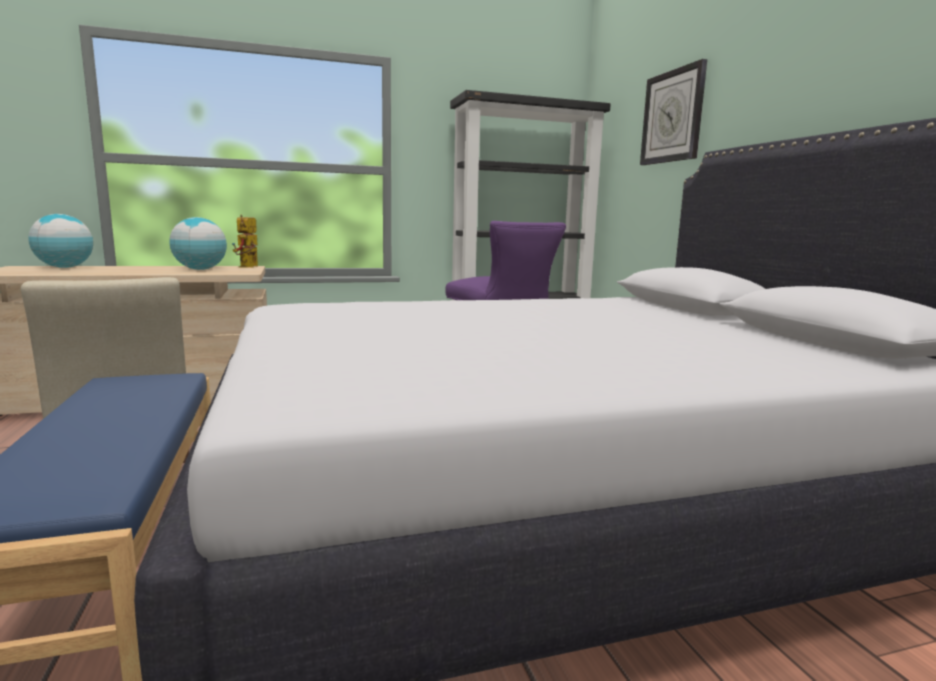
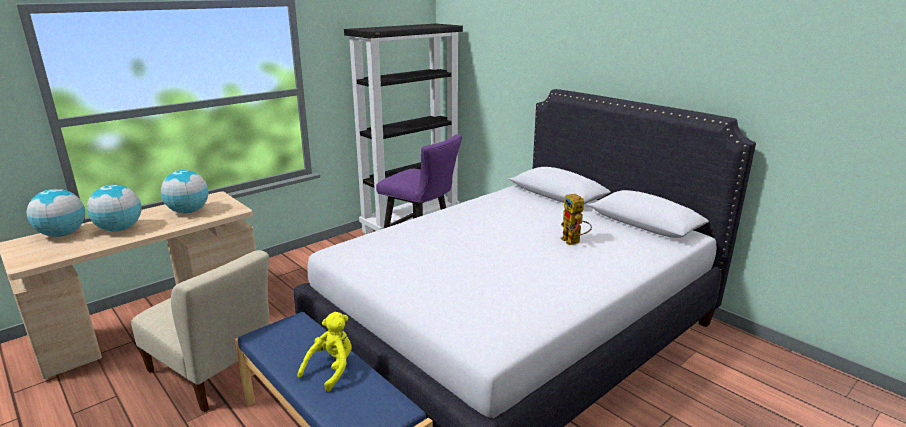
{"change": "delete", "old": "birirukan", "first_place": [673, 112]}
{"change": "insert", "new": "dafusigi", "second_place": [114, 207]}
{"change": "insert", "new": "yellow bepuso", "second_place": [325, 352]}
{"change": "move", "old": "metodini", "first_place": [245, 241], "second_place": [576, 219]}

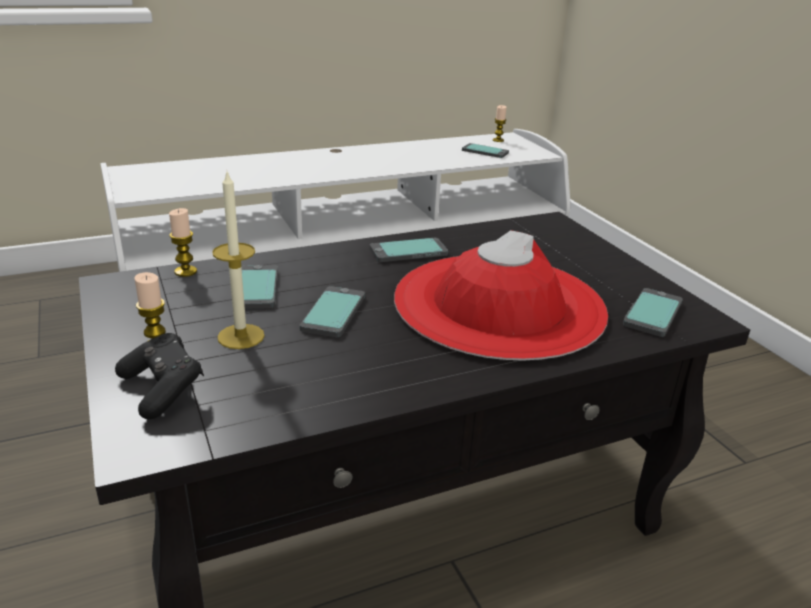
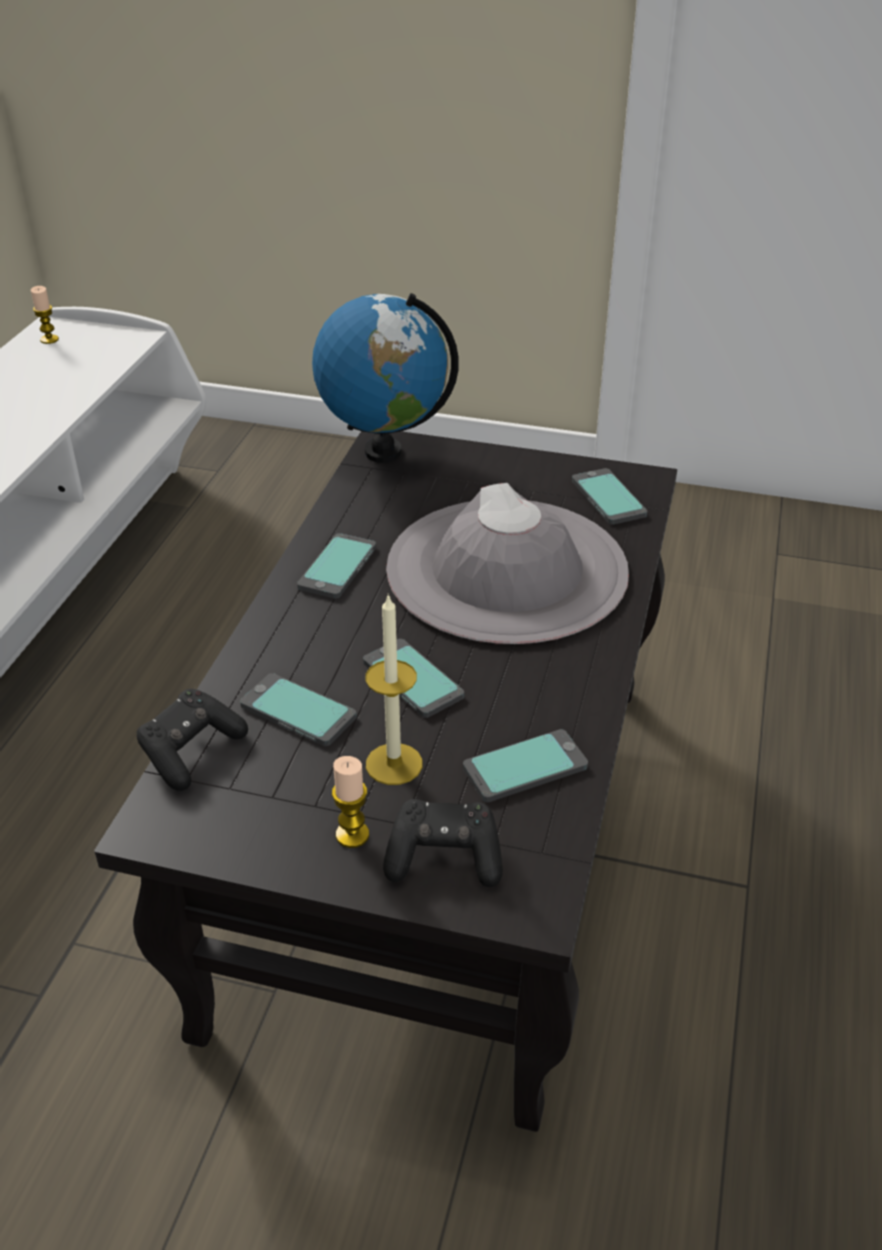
{"change": "insert", "new": "dafusigi", "second_place": [385, 378]}
{"change": "move", "old": "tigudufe", "first_place": [485, 150], "second_place": [525, 765]}
{"change": "replace", "old": "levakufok", "new": "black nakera", "first_place": [183, 242], "second_place": [192, 740]}
{"change": "recolor", "old": "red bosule", "new": "grey bosule", "first_place": [501, 295], "second_place": [507, 563]}

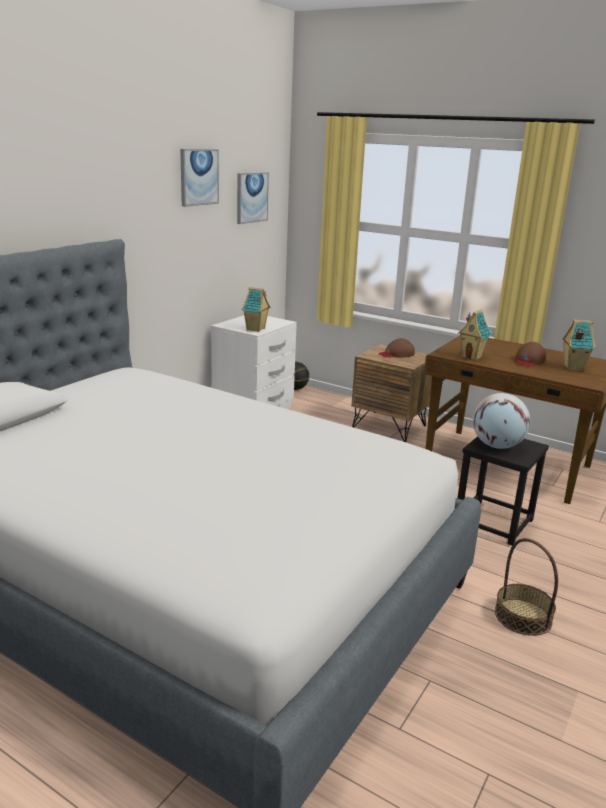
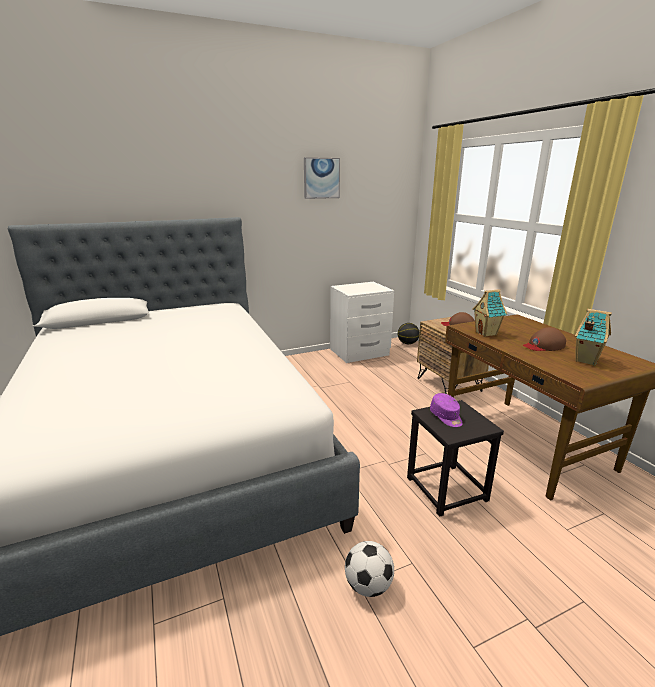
{"change": "delete", "old": "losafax", "first_place": [253, 198]}
{"change": "delete", "old": "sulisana", "first_place": [256, 309]}
{"change": "replace", "old": "dafusigi", "new": "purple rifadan", "first_place": [501, 421], "second_place": [446, 410]}
{"change": "replace", "old": "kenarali", "new": "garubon", "first_place": [526, 587], "second_place": [369, 569]}

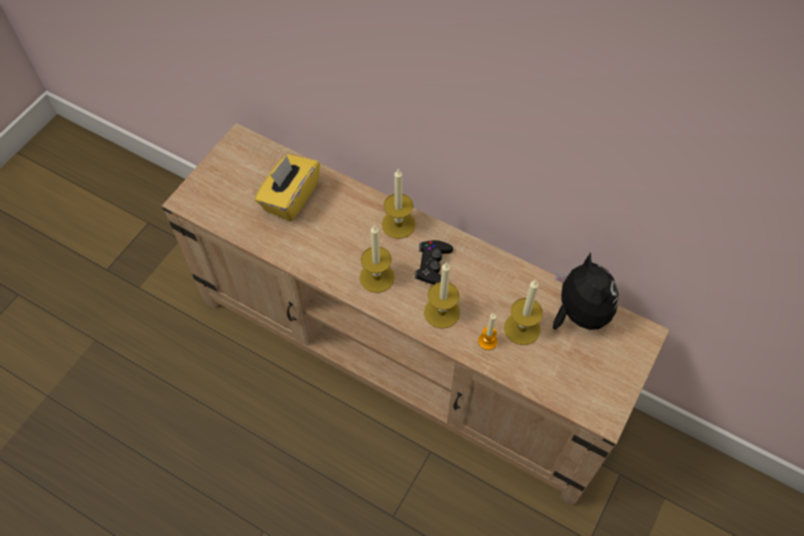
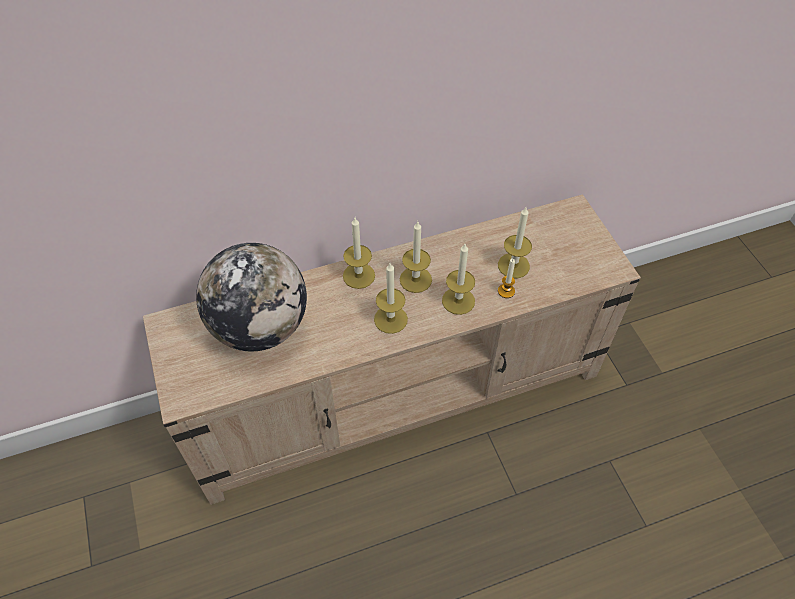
{"change": "delete", "old": "bepuso", "first_place": [585, 291]}
{"change": "replace", "old": "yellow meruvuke", "new": "dafusigi", "first_place": [287, 188], "second_place": [251, 297]}
{"change": "replace", "old": "black nakera", "new": "levakufok", "first_place": [434, 262], "second_place": [416, 257]}

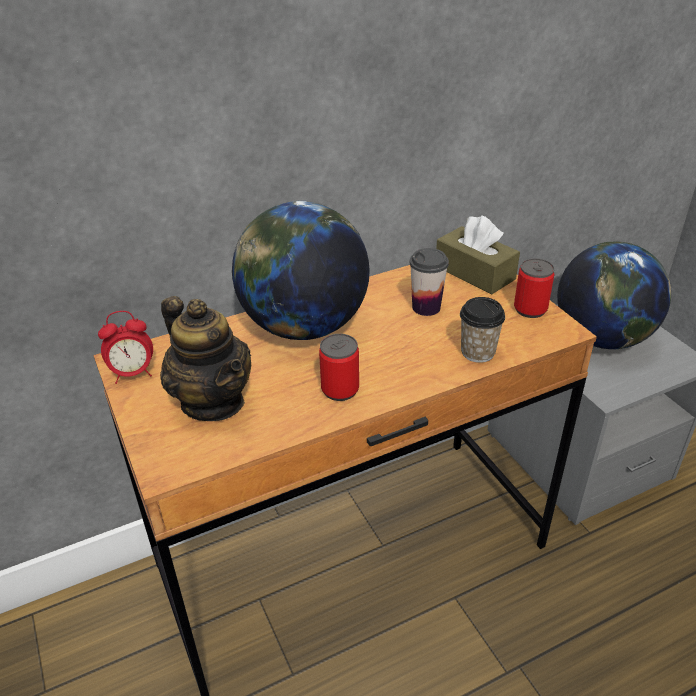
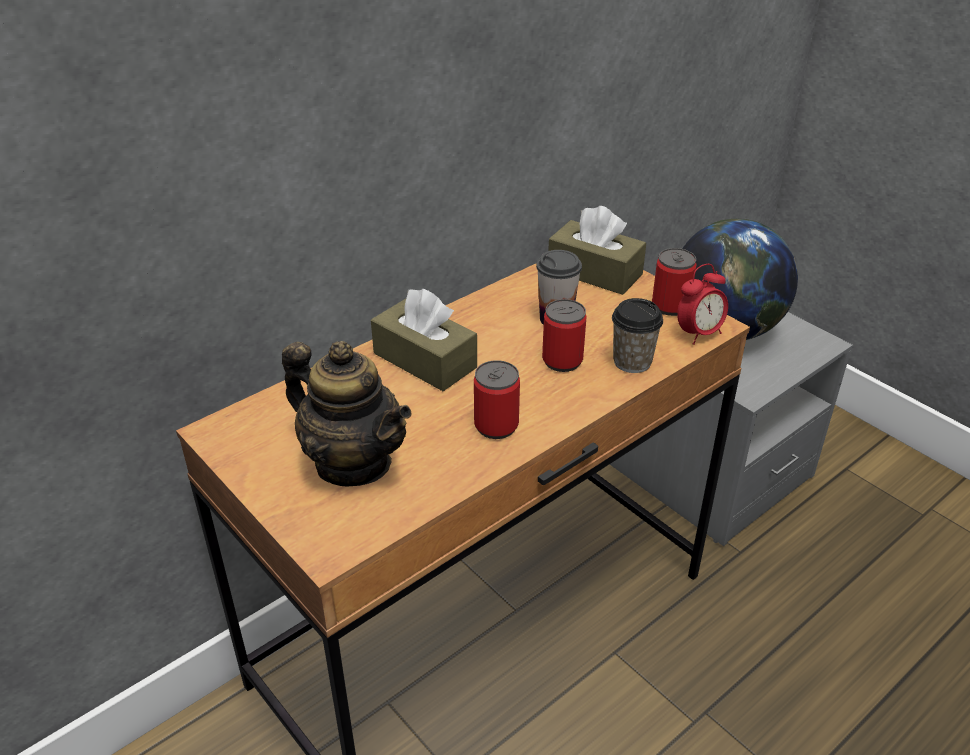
{"change": "insert", "new": "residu", "second_place": [564, 335]}
{"change": "move", "old": "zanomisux", "first_place": [125, 347], "second_place": [702, 304]}
{"change": "replace", "old": "dafusigi", "new": "brown meruvuke", "first_place": [301, 270], "second_place": [424, 340]}

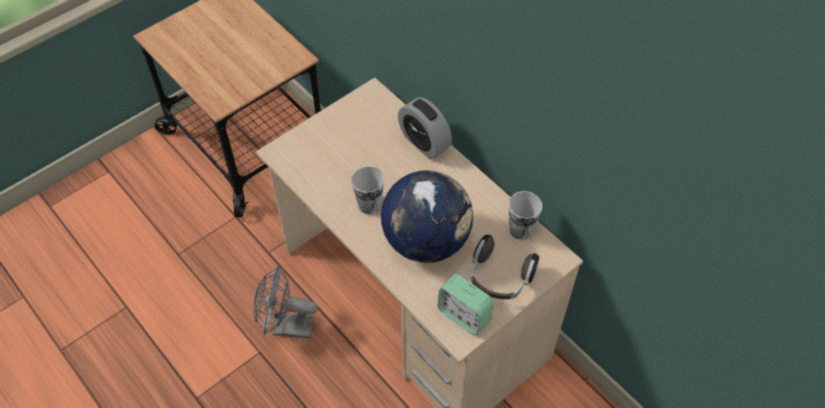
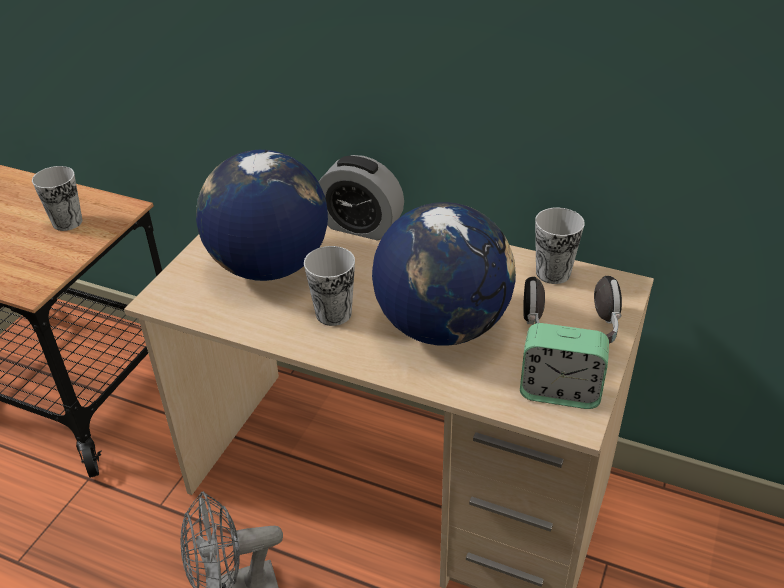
{"change": "insert", "new": "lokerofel", "second_place": [57, 198]}
{"change": "insert", "new": "dafusigi", "second_place": [262, 215]}

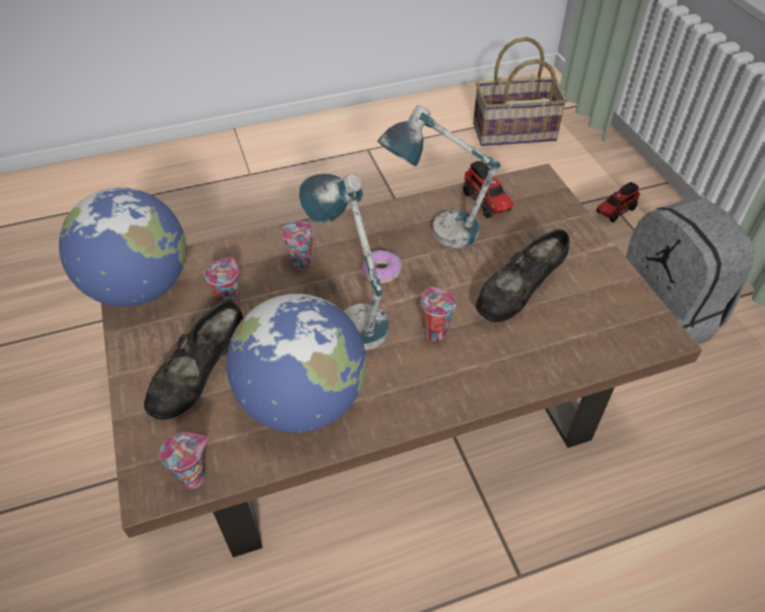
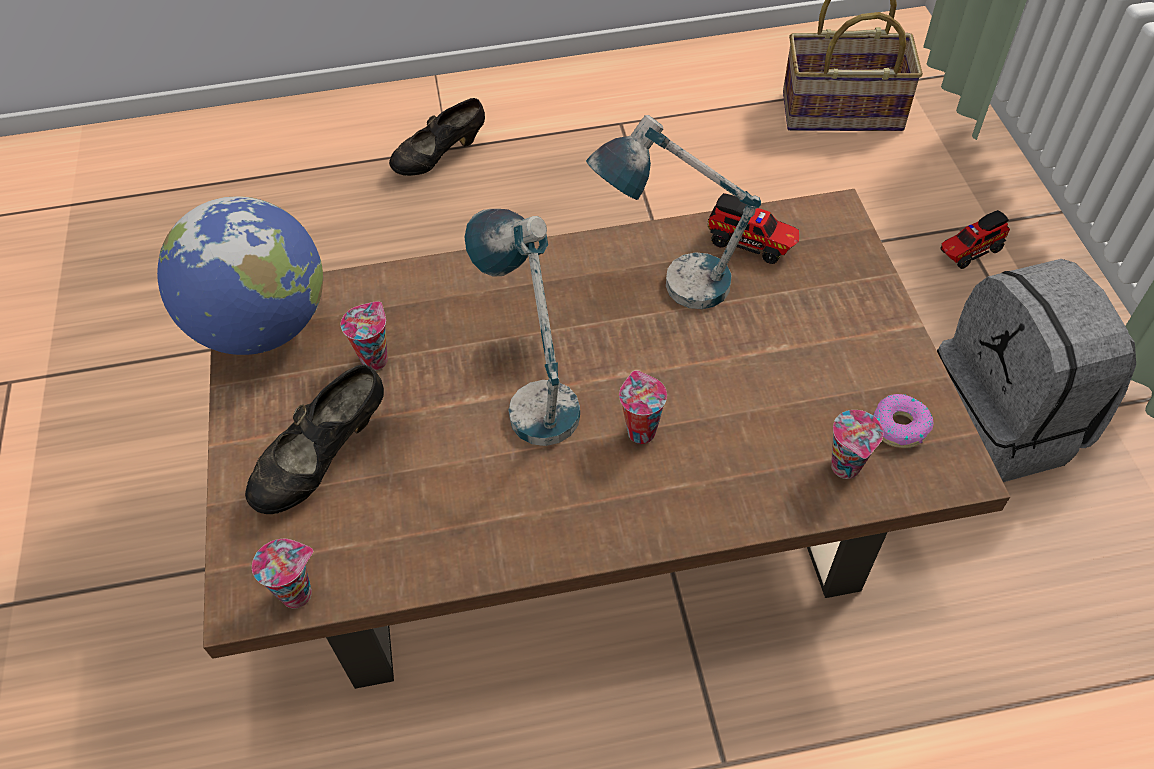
{"change": "delete", "old": "dafusigi", "first_place": [297, 363]}
{"change": "move", "old": "lokerofel", "first_place": [298, 245], "second_place": [857, 444]}
{"change": "move", "old": "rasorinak", "first_place": [382, 266], "second_place": [903, 421]}
{"change": "move", "old": "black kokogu", "first_place": [523, 276], "second_place": [437, 137]}
{"change": "rotate", "old": "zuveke", "first_place": [488, 189], "second_place": [753, 228], "degrees": -45}

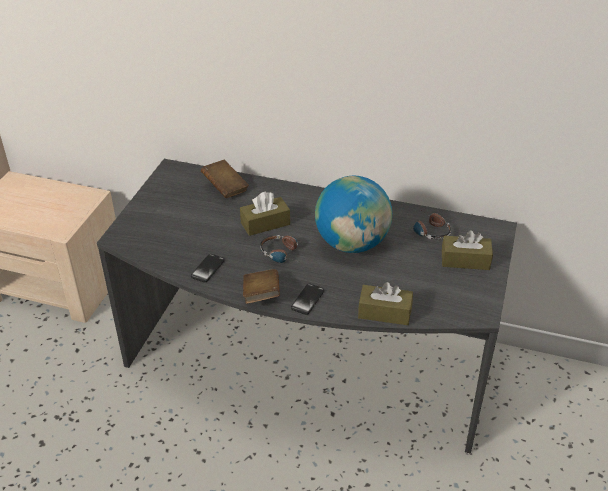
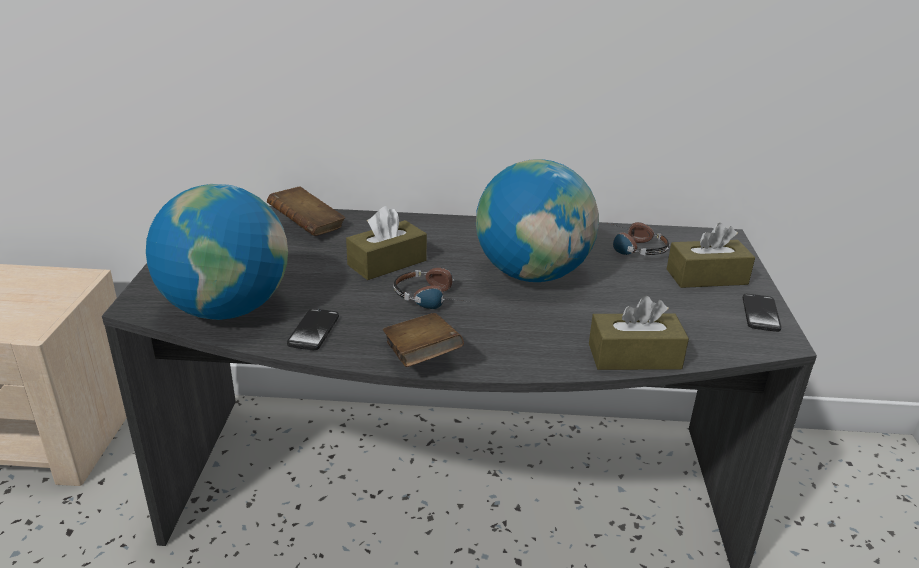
{"change": "insert", "new": "dafusigi", "second_place": [217, 252]}
{"change": "move", "old": "tigudufe", "first_place": [307, 299], "second_place": [762, 313]}

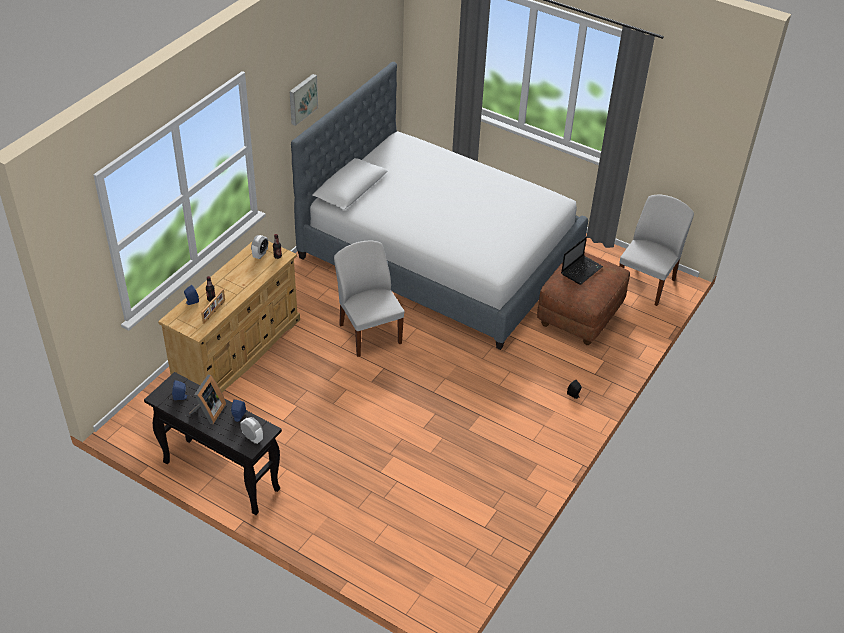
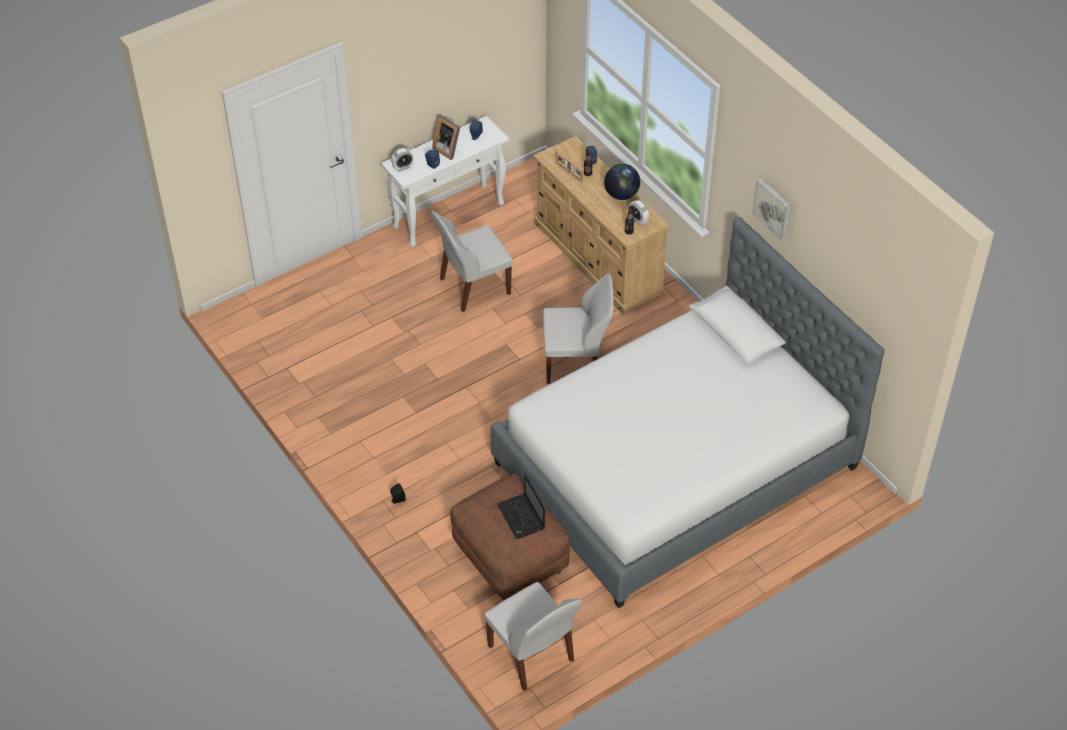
{"change": "insert", "new": "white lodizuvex", "second_place": [471, 261]}
{"change": "insert", "new": "dafusigi", "second_place": [622, 182]}
{"change": "recolor", "old": "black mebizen", "new": "white mebizen", "first_place": [213, 443], "second_place": [445, 181]}

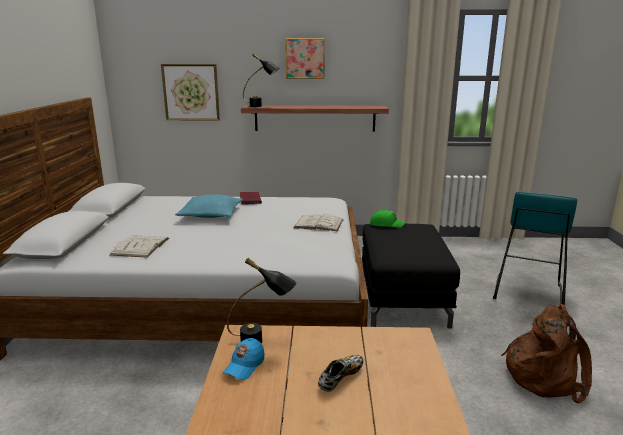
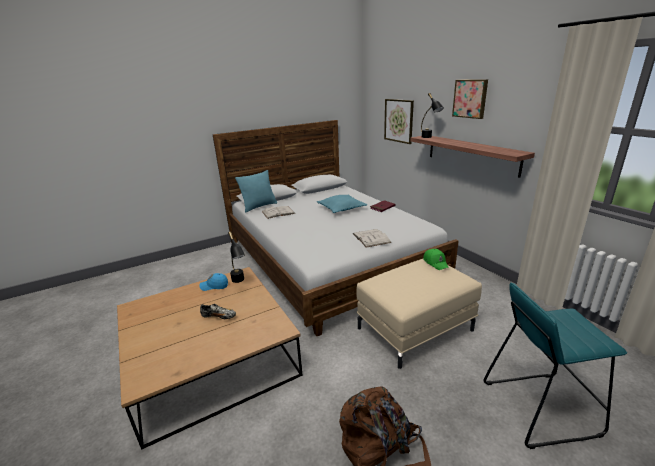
{"change": "insert", "new": "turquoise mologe", "second_place": [256, 191]}
{"change": "recolor", "old": "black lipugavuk", "new": "beige lipugavuk", "first_place": [411, 276], "second_place": [419, 314]}

